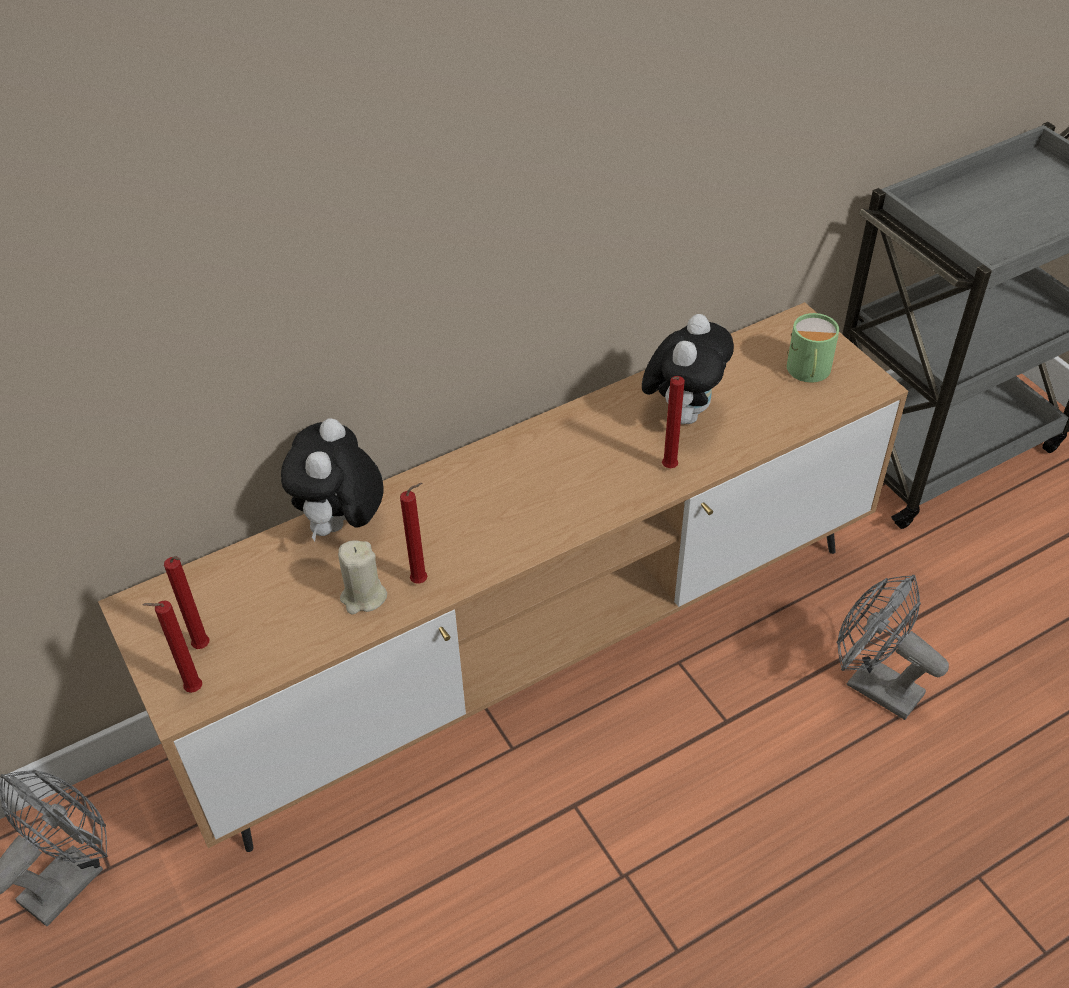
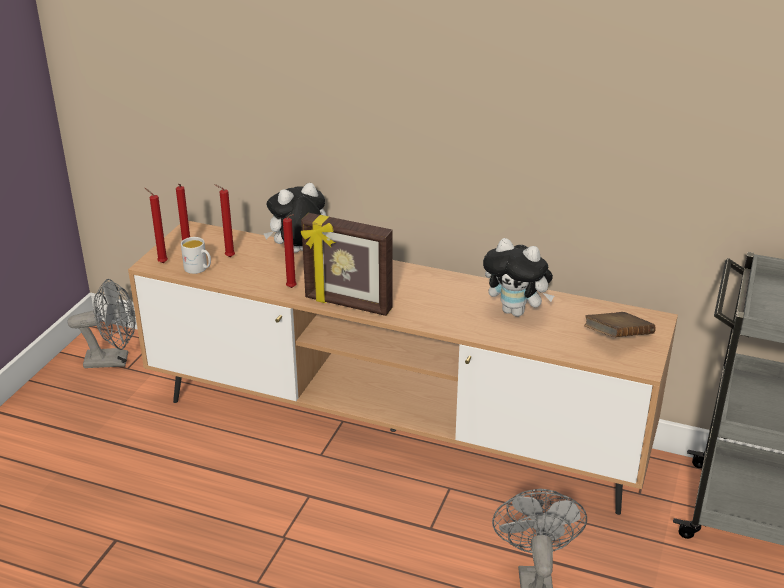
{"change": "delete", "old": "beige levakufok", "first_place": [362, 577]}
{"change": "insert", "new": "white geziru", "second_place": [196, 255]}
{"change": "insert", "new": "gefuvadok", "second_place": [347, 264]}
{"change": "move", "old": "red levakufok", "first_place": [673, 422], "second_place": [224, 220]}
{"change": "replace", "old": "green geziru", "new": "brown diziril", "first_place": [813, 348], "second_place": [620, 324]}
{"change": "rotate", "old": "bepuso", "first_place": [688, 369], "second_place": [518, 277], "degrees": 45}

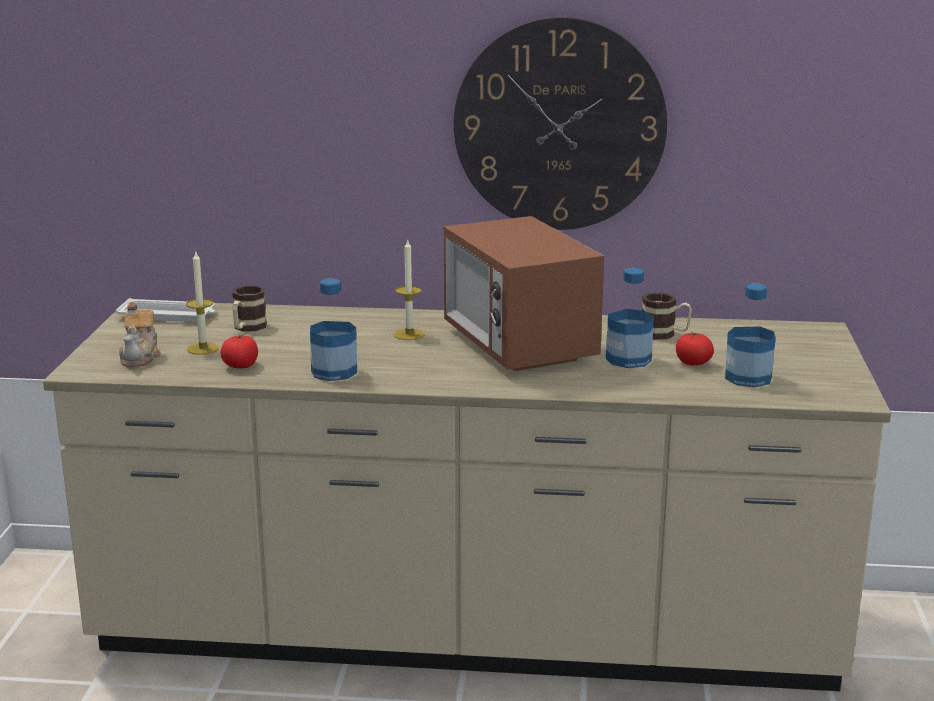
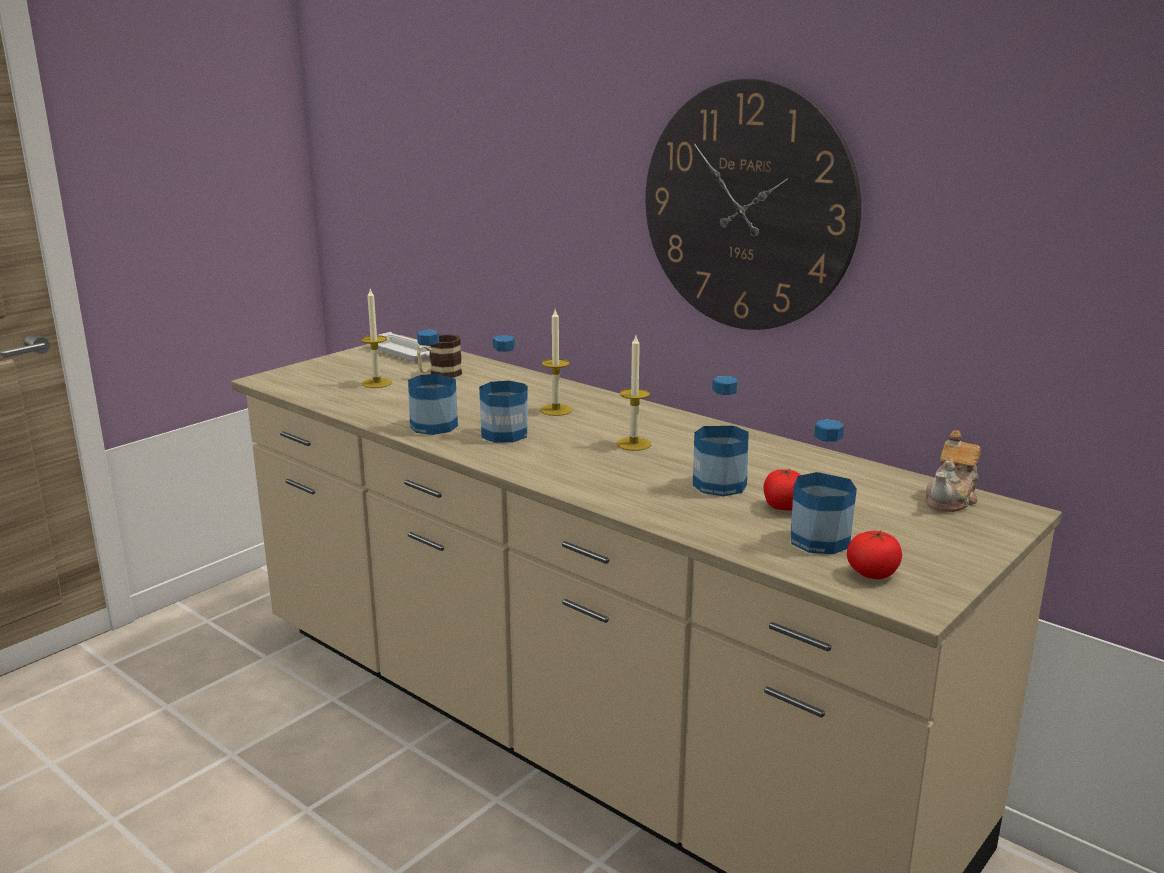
{"change": "delete", "old": "geziru", "first_place": [667, 316]}
{"change": "insert", "new": "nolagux", "second_place": [503, 389]}
{"change": "move", "old": "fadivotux", "first_place": [140, 334], "second_place": [952, 471]}
{"change": "move", "old": "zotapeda", "first_place": [239, 352], "second_place": [874, 555]}
{"change": "replace", "old": "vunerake", "new": "levakufok", "first_place": [524, 293], "second_place": [634, 393]}

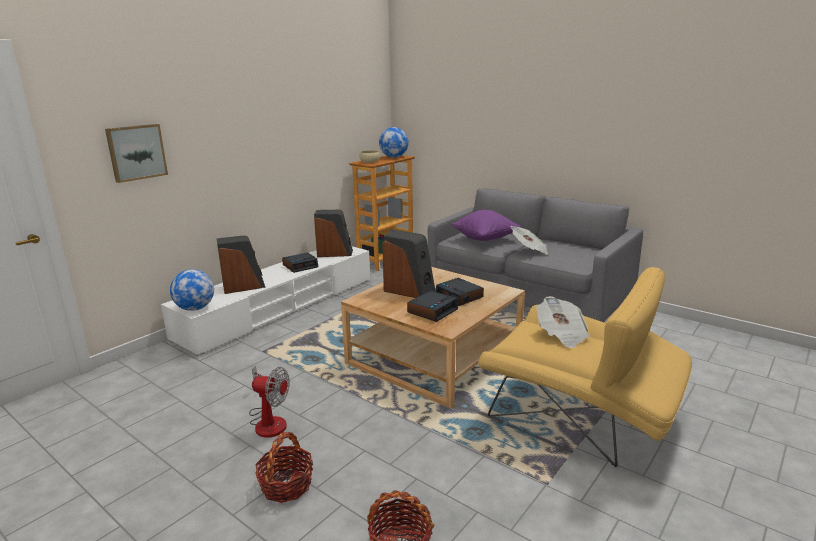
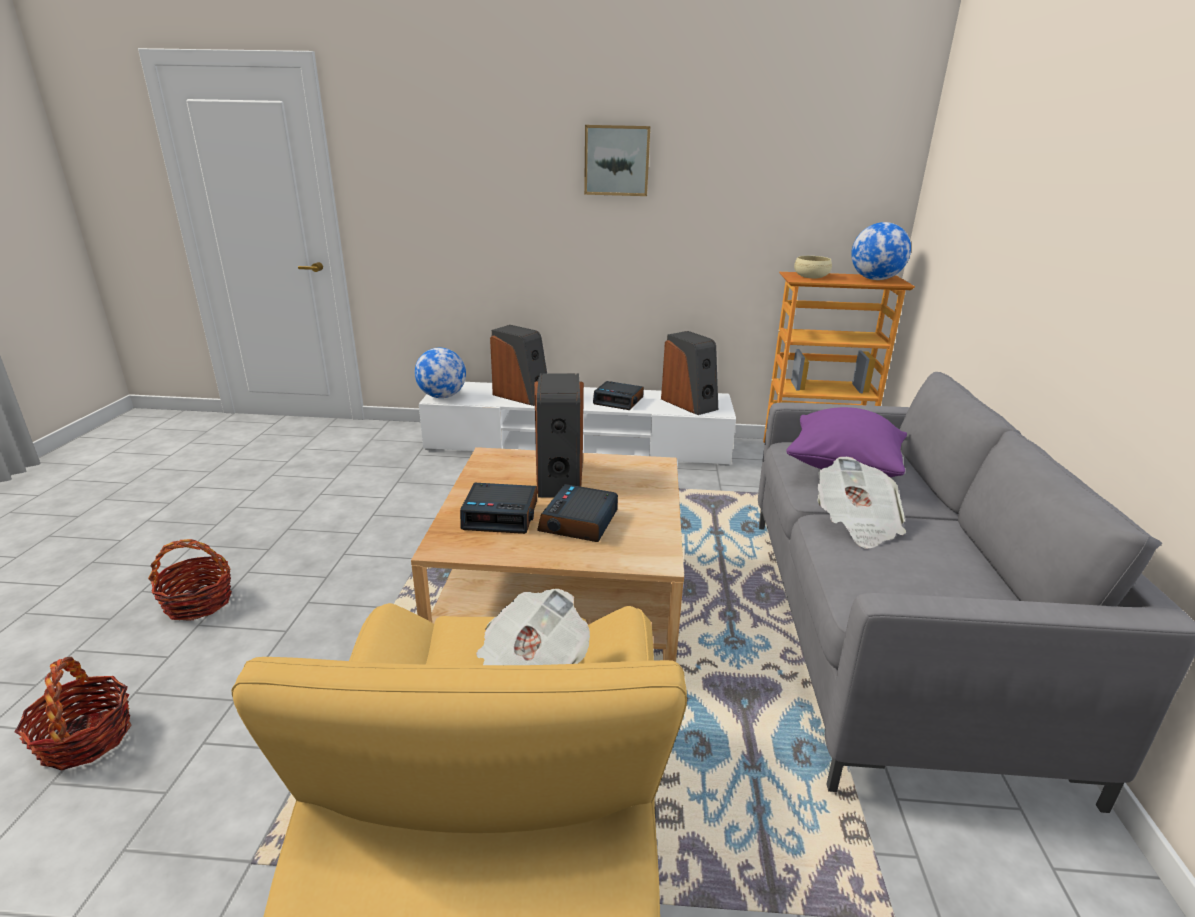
{"change": "delete", "old": "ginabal", "first_place": [269, 402]}
{"change": "move", "old": "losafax", "first_place": [136, 153], "second_place": [617, 160]}

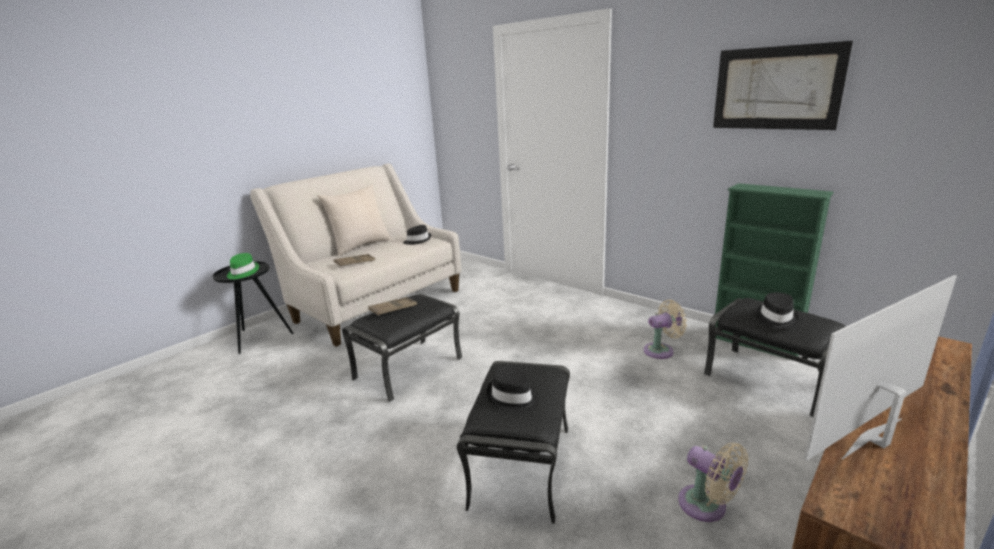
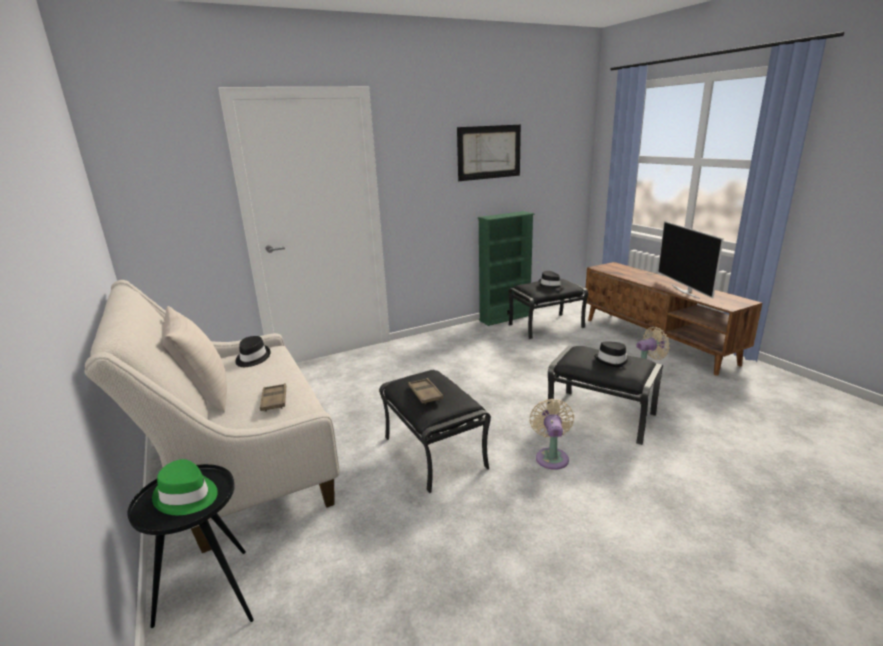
{"change": "move", "old": "beige ginabal", "first_place": [665, 329], "second_place": [551, 434]}

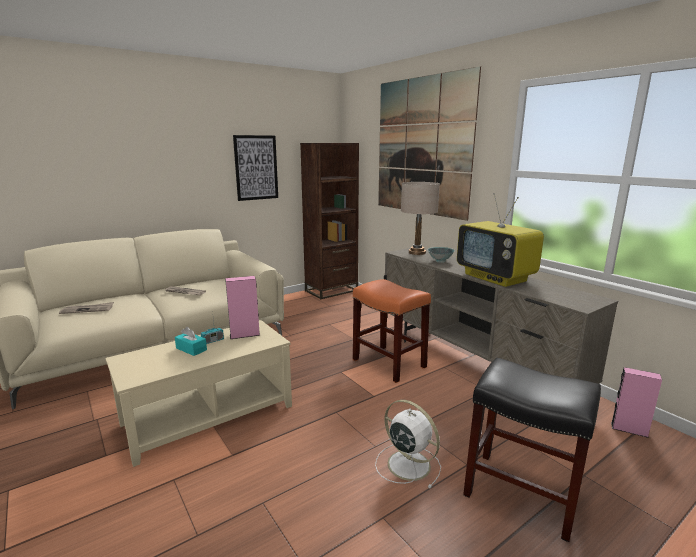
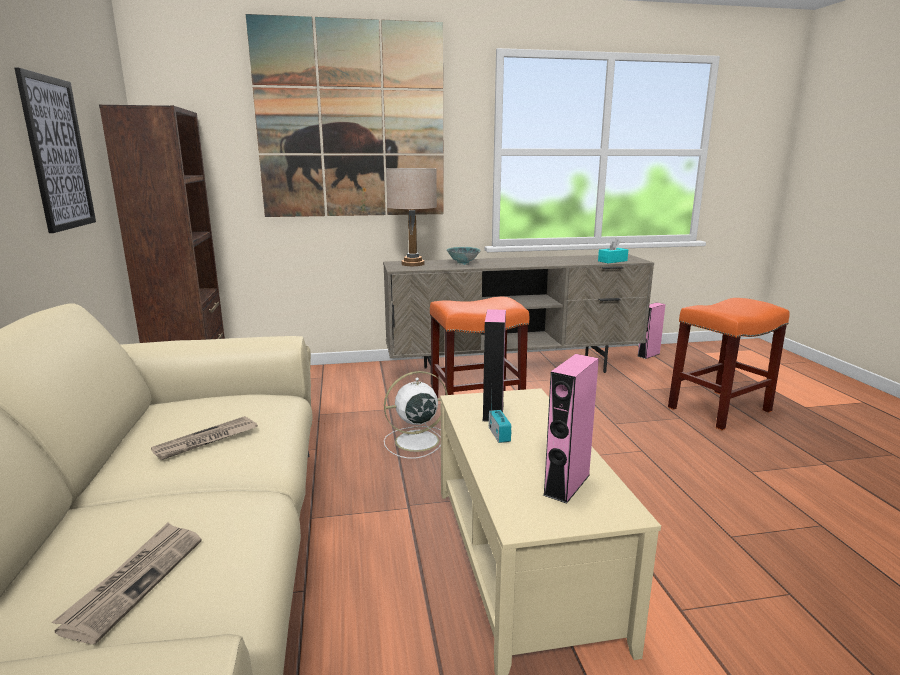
{"change": "delete", "old": "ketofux", "first_place": [500, 240]}
{"change": "insert", "new": "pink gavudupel", "second_place": [571, 429]}
{"change": "move", "old": "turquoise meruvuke", "first_place": [191, 341], "second_place": [613, 250]}
{"change": "move", "old": "white ginabal", "first_place": [408, 444], "second_place": [416, 415]}
{"change": "recolor", "old": "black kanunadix", "new": "orange kanunadix", "first_place": [532, 450], "second_place": [729, 364]}

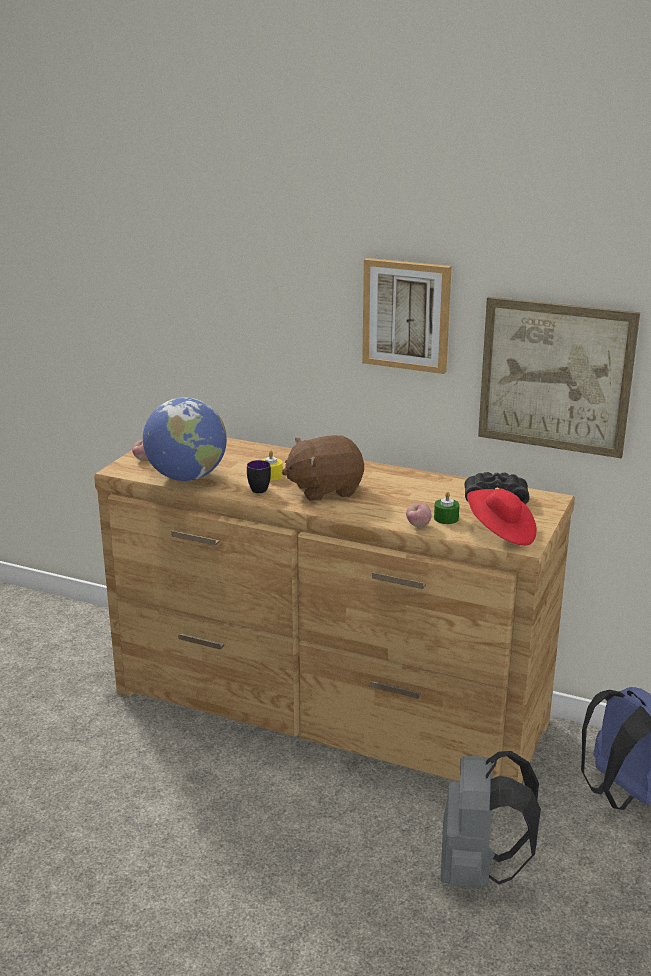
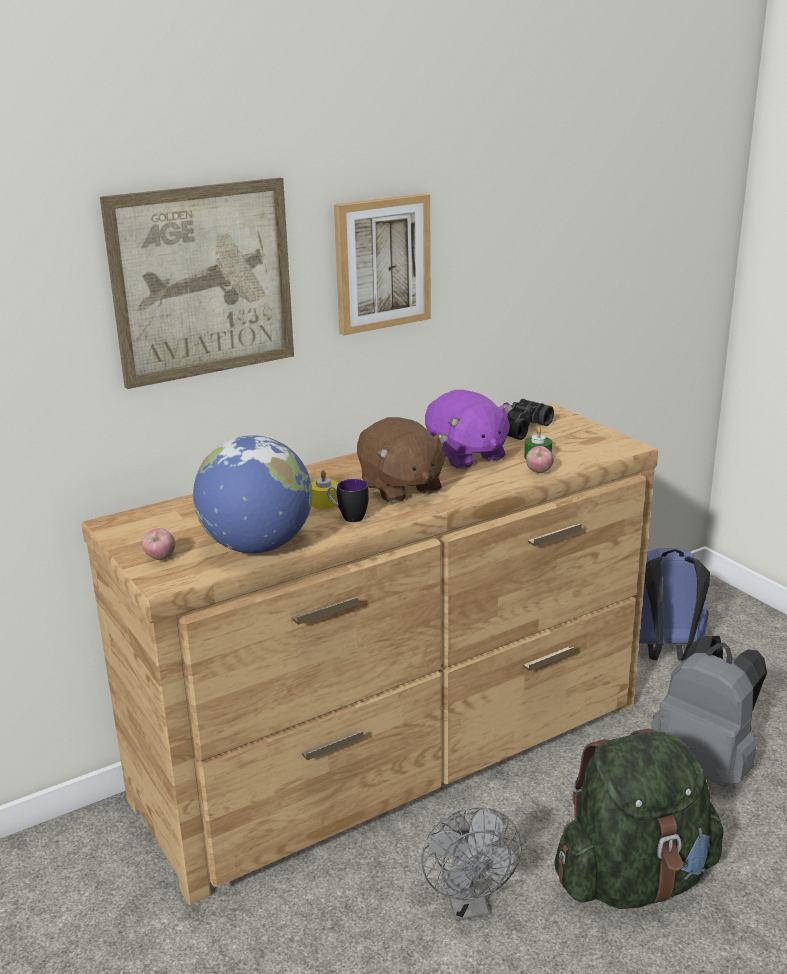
{"change": "delete", "old": "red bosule", "first_place": [501, 517]}
{"change": "insert", "new": "grey ginabal", "second_place": [471, 864]}
{"change": "insert", "new": "purple bepuso", "second_place": [469, 429]}
{"change": "insert", "new": "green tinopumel", "second_place": [638, 819]}
{"change": "move", "old": "losafax", "first_place": [559, 377], "second_place": [197, 283]}
{"change": "rotate", "old": "brown bepuso", "first_place": [323, 468], "second_place": [403, 460], "degrees": -45}

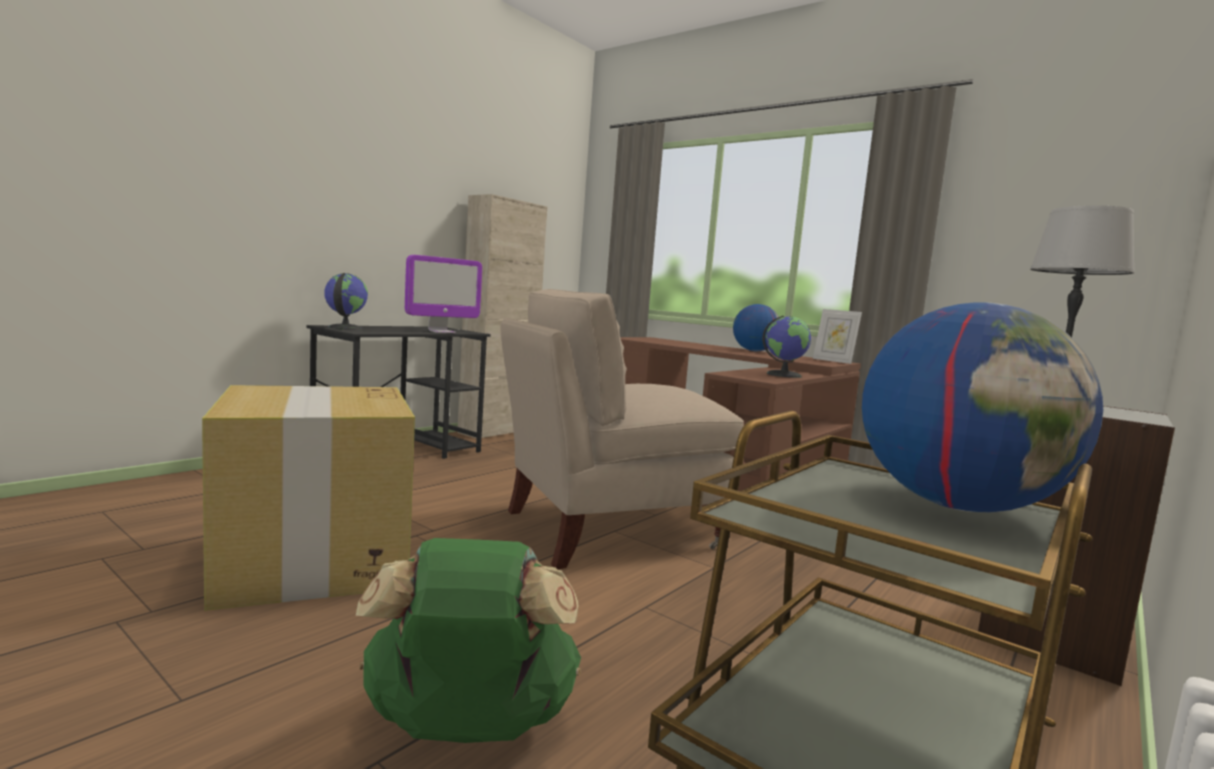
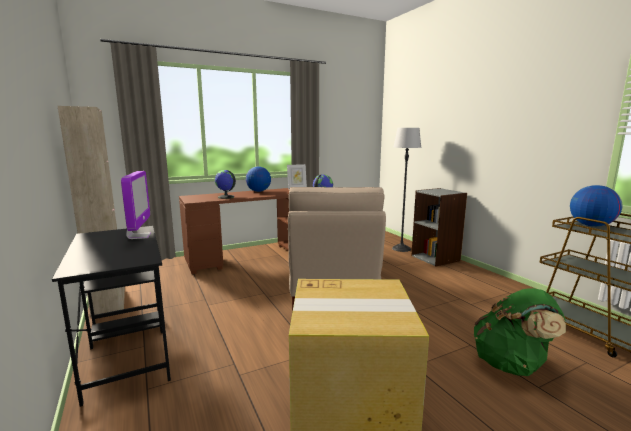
{"change": "move", "old": "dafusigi", "first_place": [346, 301], "second_place": [225, 184]}

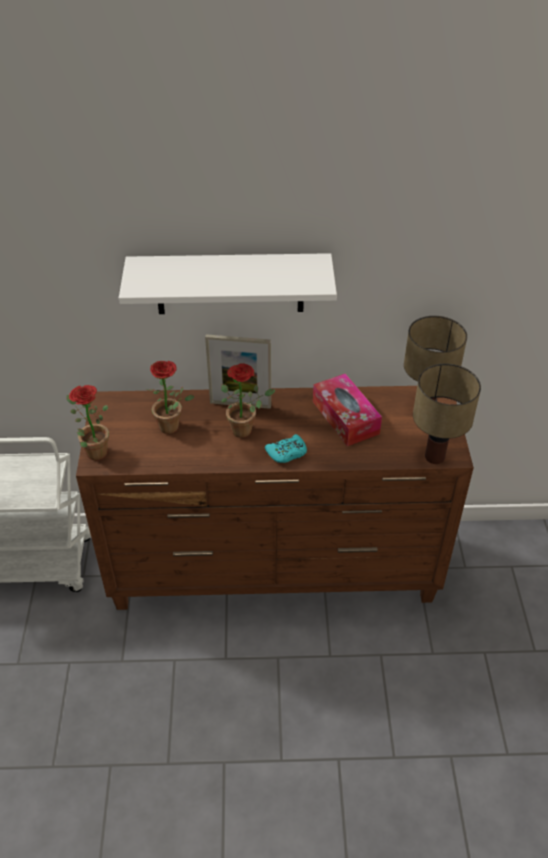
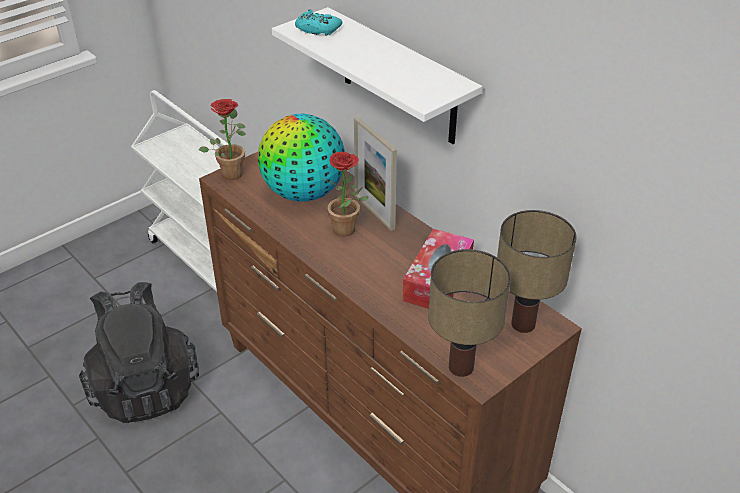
{"change": "insert", "new": "black tinopumel", "second_place": [139, 352]}
{"change": "move", "old": "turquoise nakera", "first_place": [286, 448], "second_place": [318, 22]}
{"change": "replace", "old": "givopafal", "new": "dafusigi", "first_place": [170, 397], "second_place": [301, 158]}

